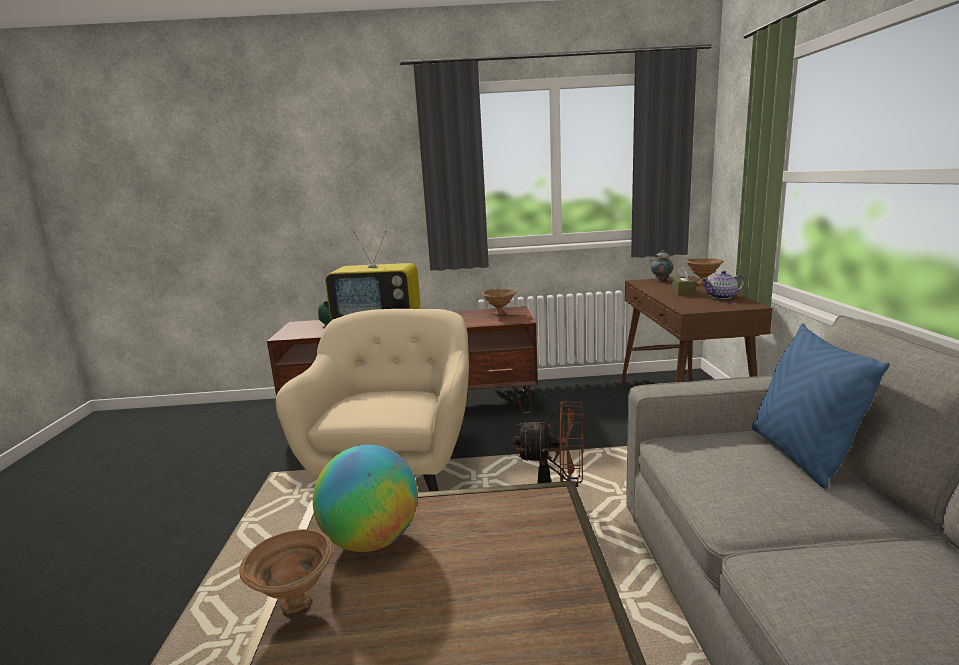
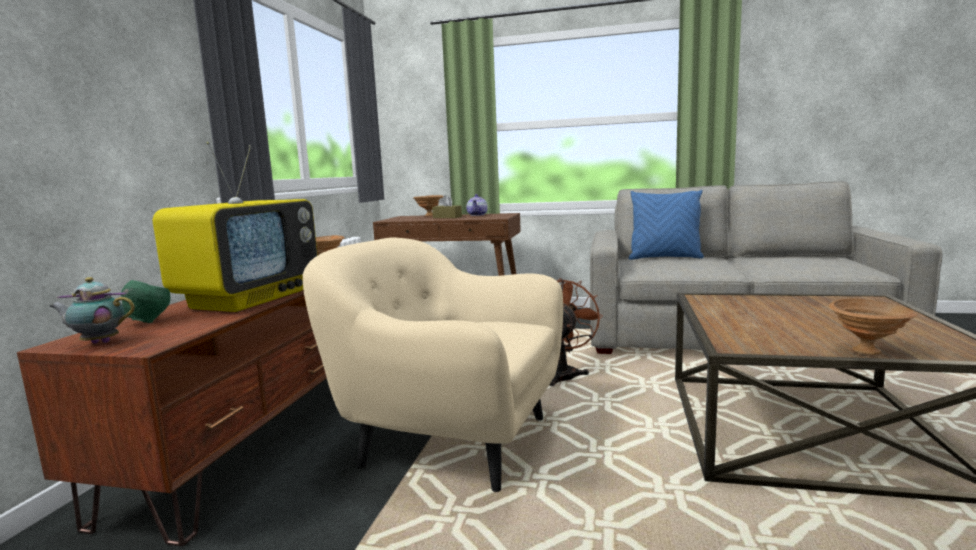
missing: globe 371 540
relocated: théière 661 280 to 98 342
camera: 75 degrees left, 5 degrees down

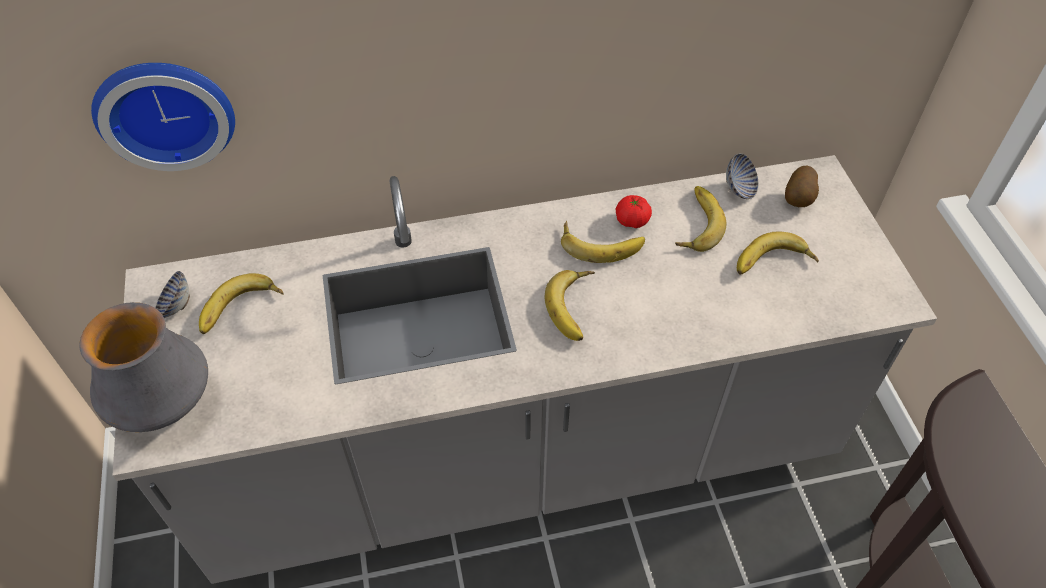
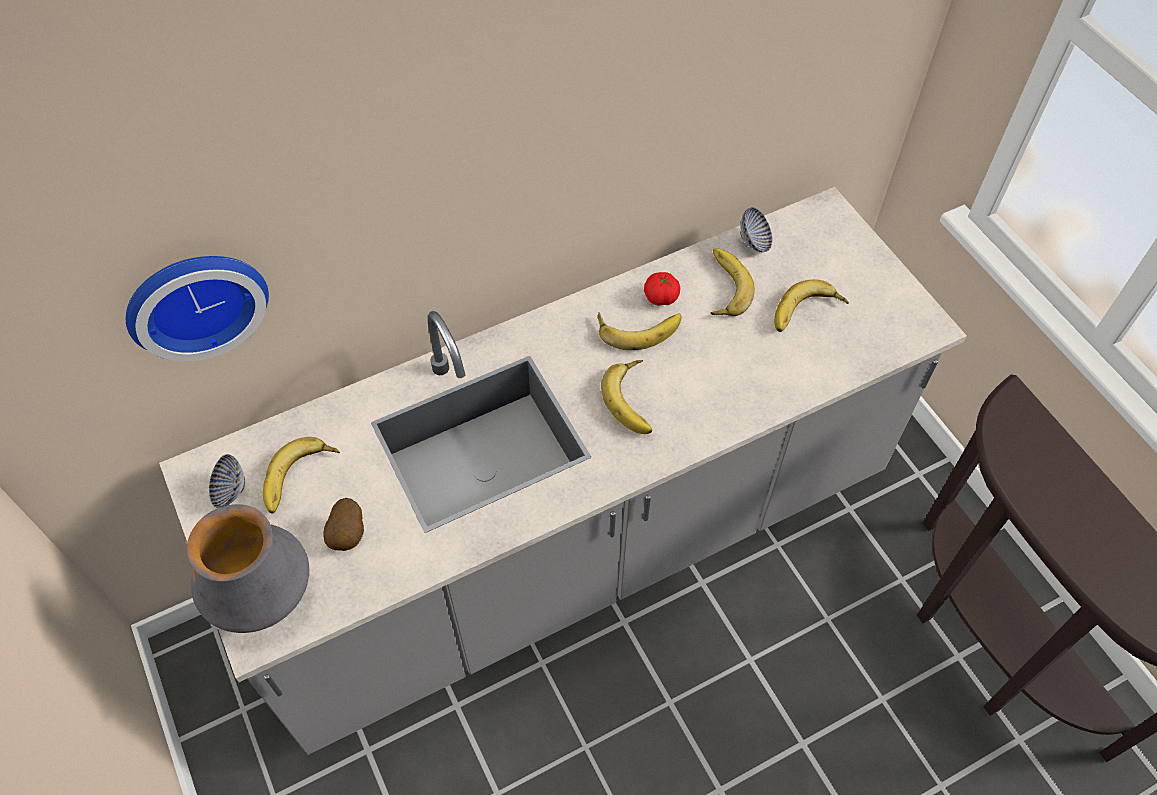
relocated: pomme de terre 798 200 to 349 535
camera: 15 degrees left, 5 degrees up

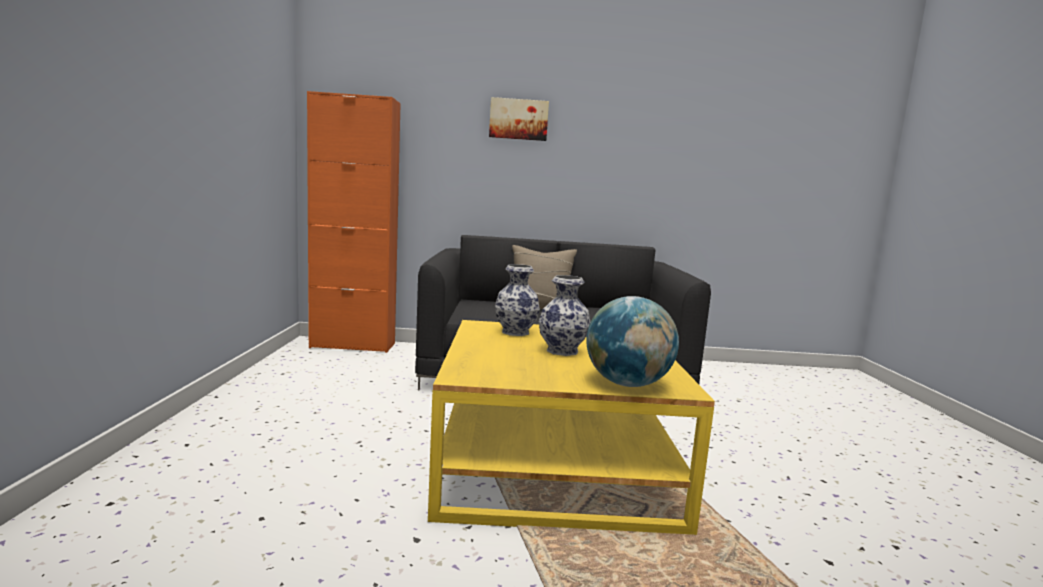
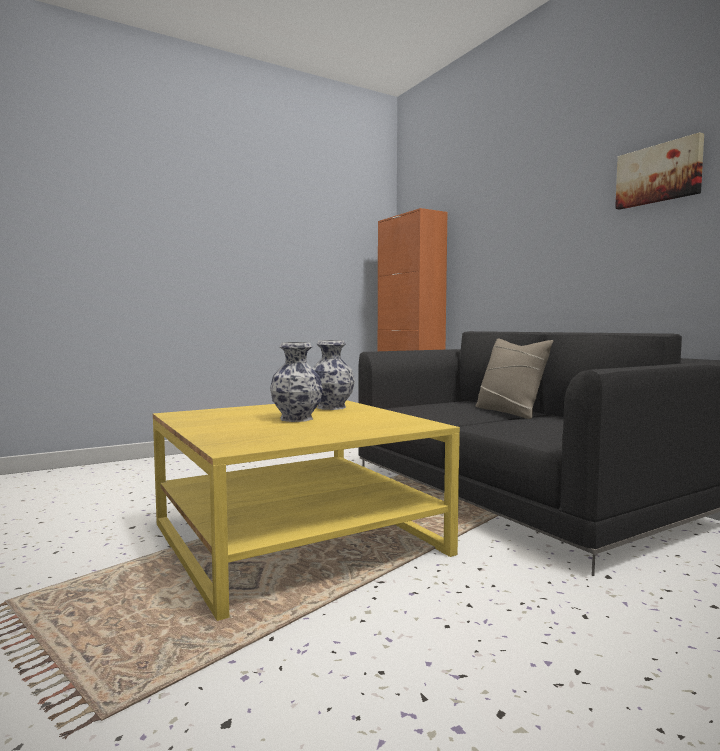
missing: globe 627 384
relocated: tableau 518 119 to 659 174
camera: 60 degrees right, 5 degrees down

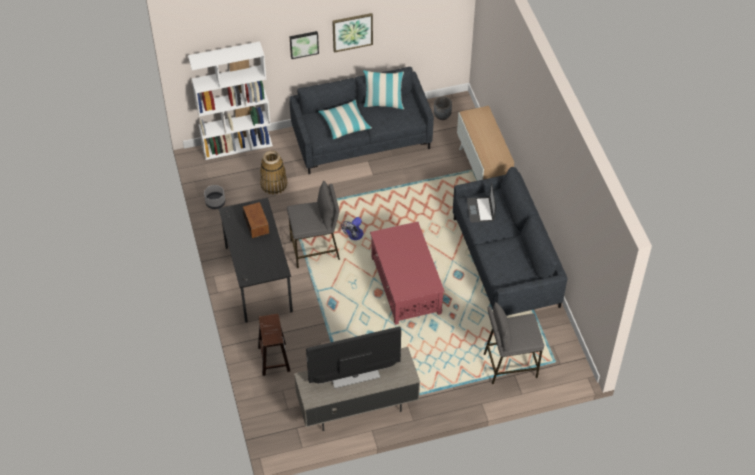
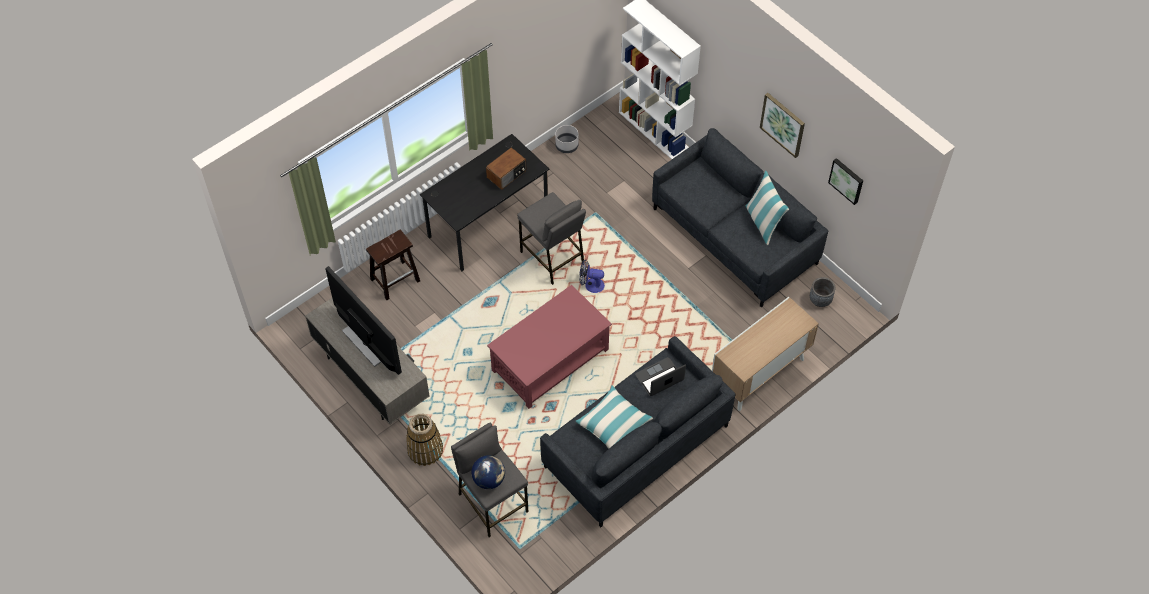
appeared: globe 489 479
relocated: panier 274 184 to 425 450; coussin 345 124 to 613 424; tableau 303 44 to 847 180
camera: 65 degrees right, 5 degrees up

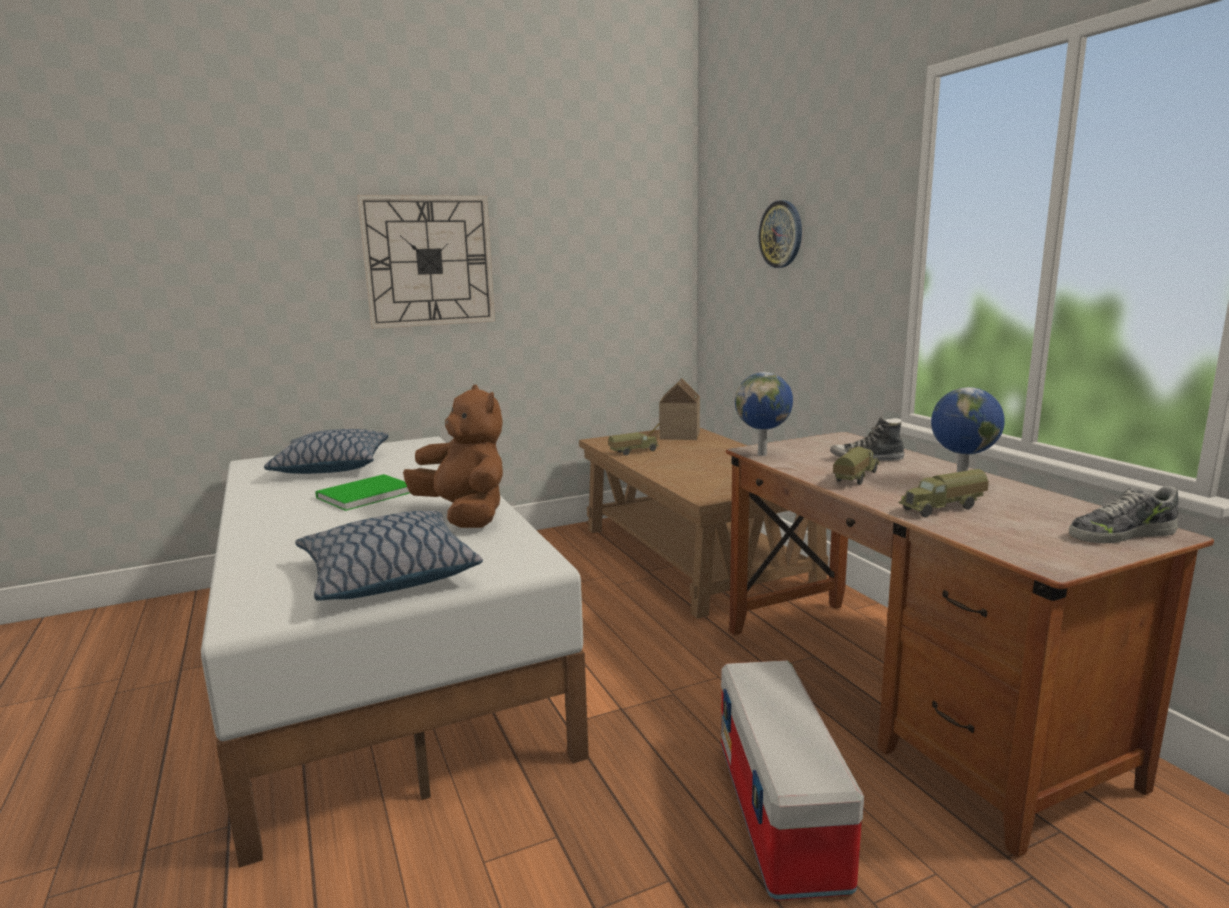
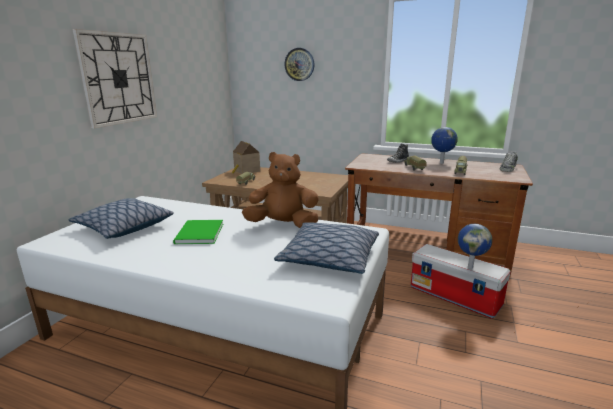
relocated: globe 763 454 to 470 266
camera: 45 degrees left, 5 degrees up

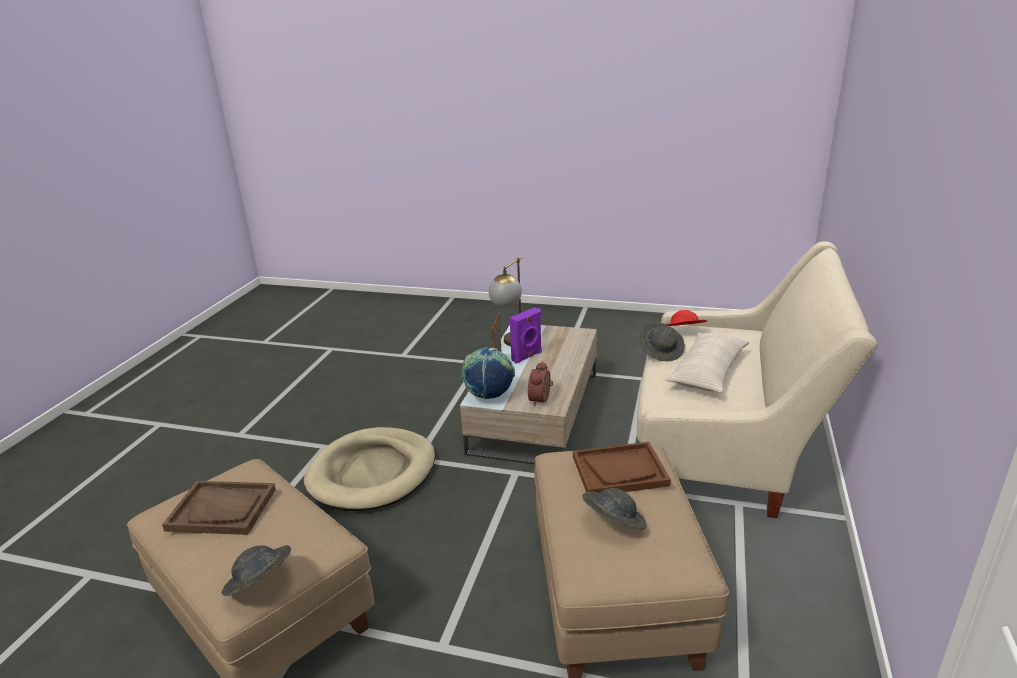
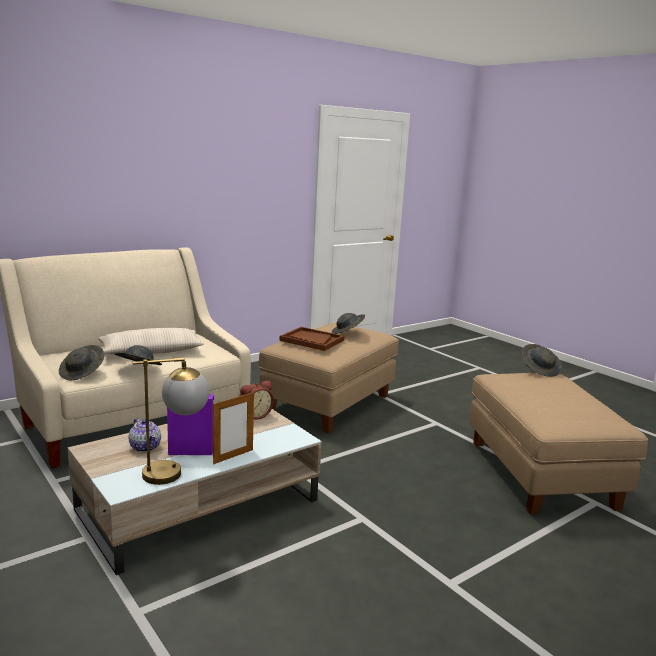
missing: plateau (marron) 222 509; panier pour chien (beige) 372 473; globe 489 396
appeared: théière 145 447
colour: chapeau (rouge) 683 333 to chapeau (gris) 82 373
camera: 145 degrees left, 10 degrees down

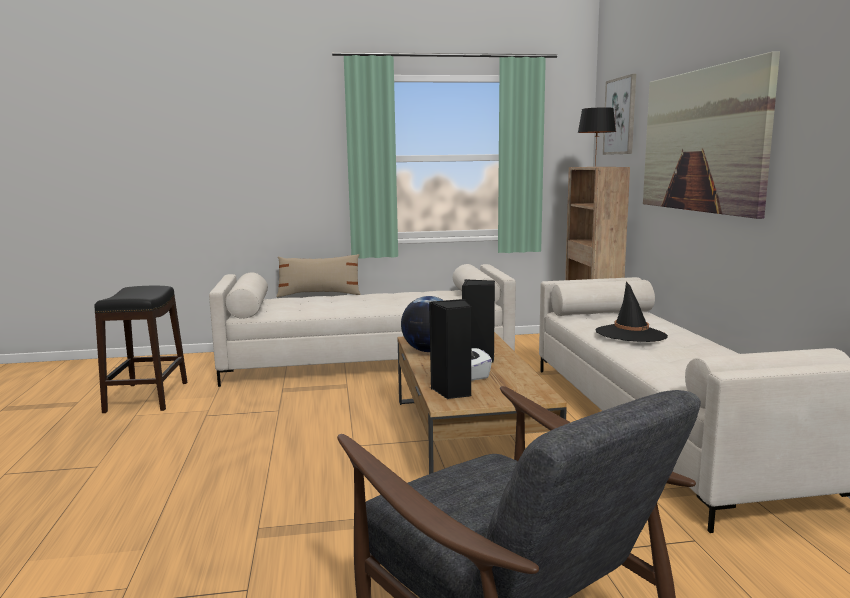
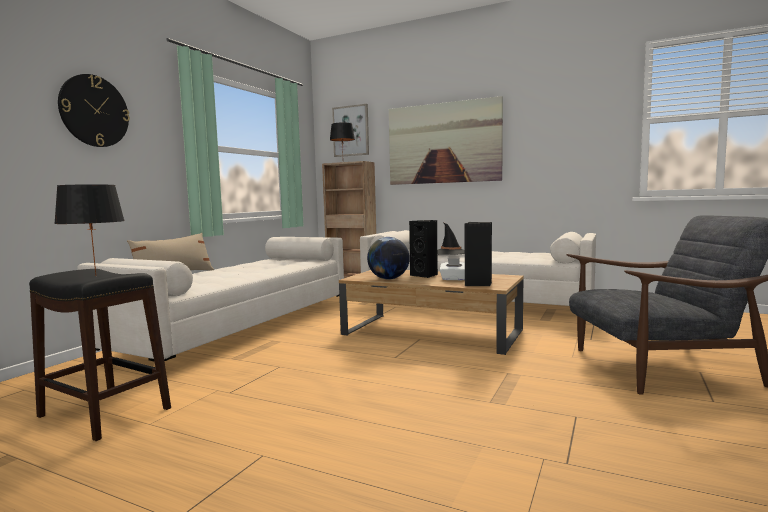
appeared: lampe de table (noir) 95 276; horloge murale 94 111
camera: 55 degrees left, 5 degrees down

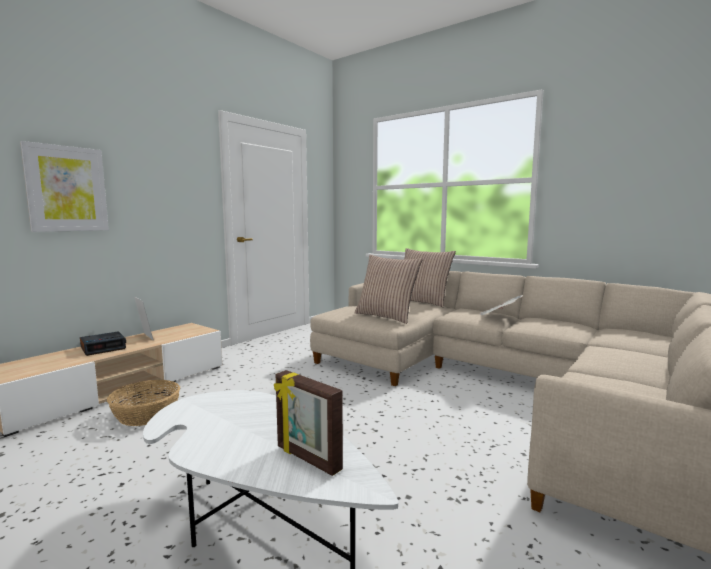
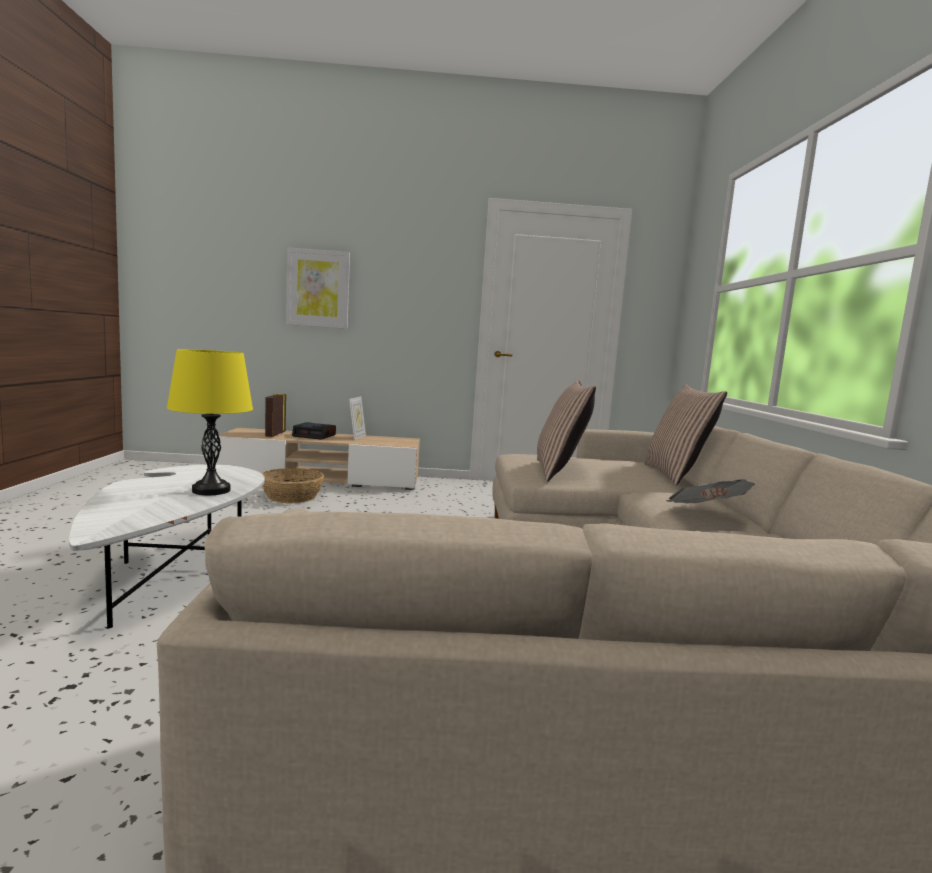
appeared: lampe de table (jaune) 211 490
relocated: cadre photo 307 459 to 275 434
camera: 50 degrees right, 0 degrees up

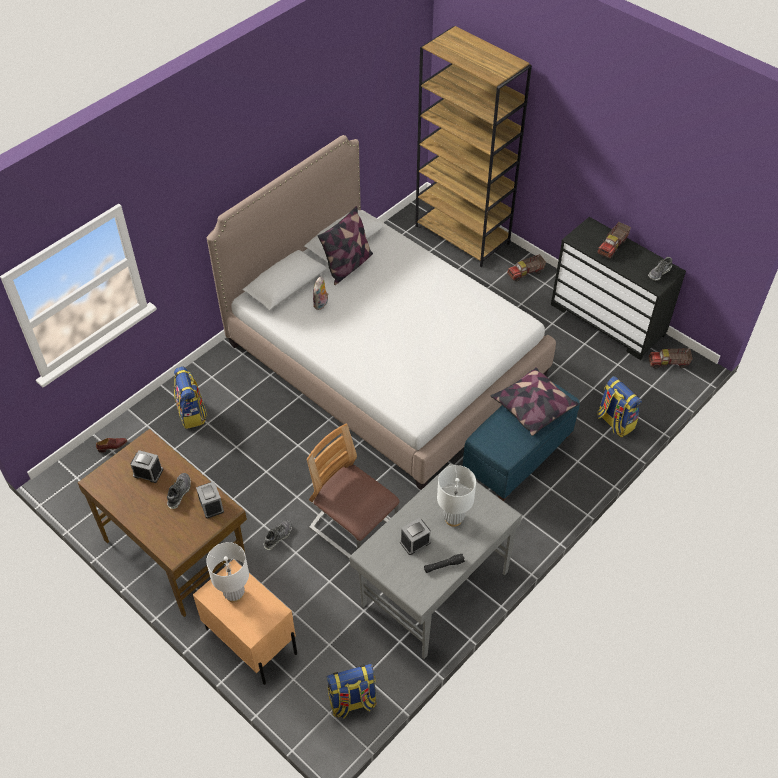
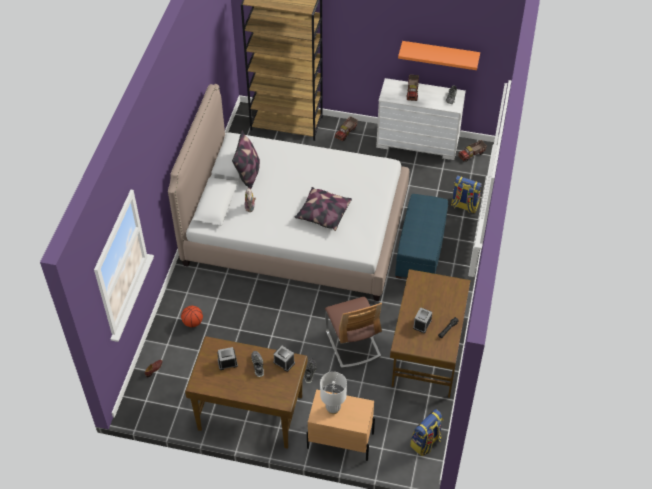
missing: lampe de table (blanc) 453 519
appeared: étagère (orange) 440 54
relocated: coussin 532 407 to 323 214
exchanged: sac à dos 192 413 to ballon de basket 192 322
colour: commode (noir) 608 319 to commode (blanc) 418 142; bureau (gris) 433 588 to bureau (marron) 426 355
spun: chaise 353 527 = 353 343 120 degrees counterclockwise
camera: 30 degrees left, 0 degrees up

